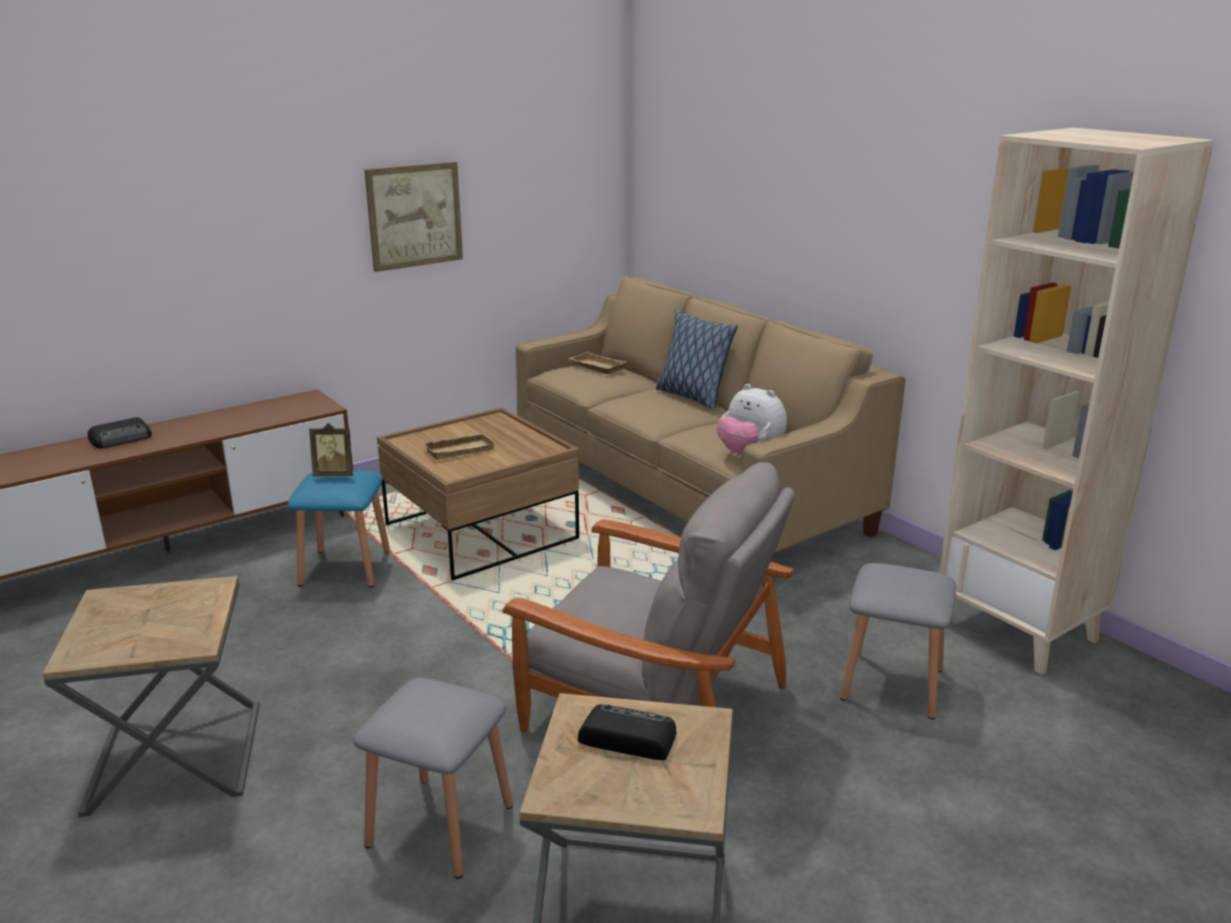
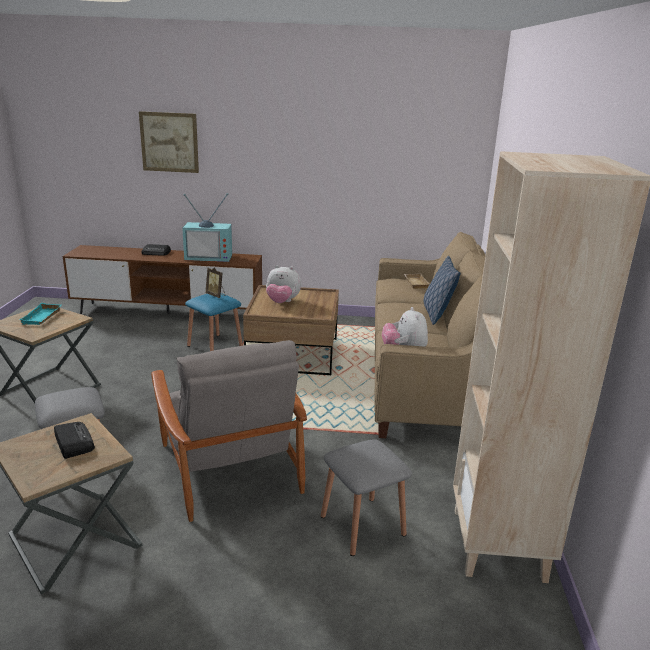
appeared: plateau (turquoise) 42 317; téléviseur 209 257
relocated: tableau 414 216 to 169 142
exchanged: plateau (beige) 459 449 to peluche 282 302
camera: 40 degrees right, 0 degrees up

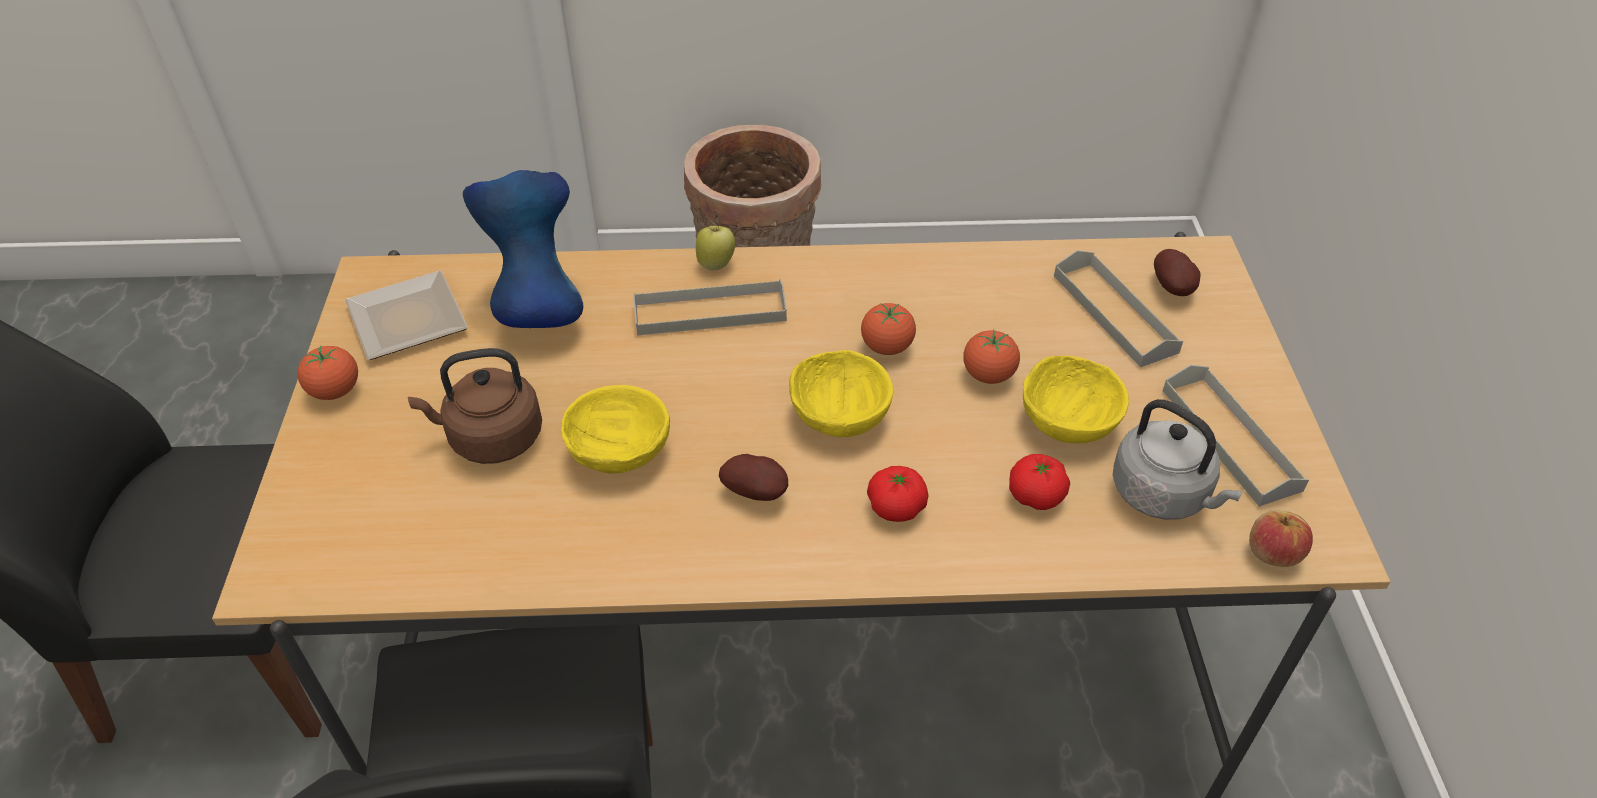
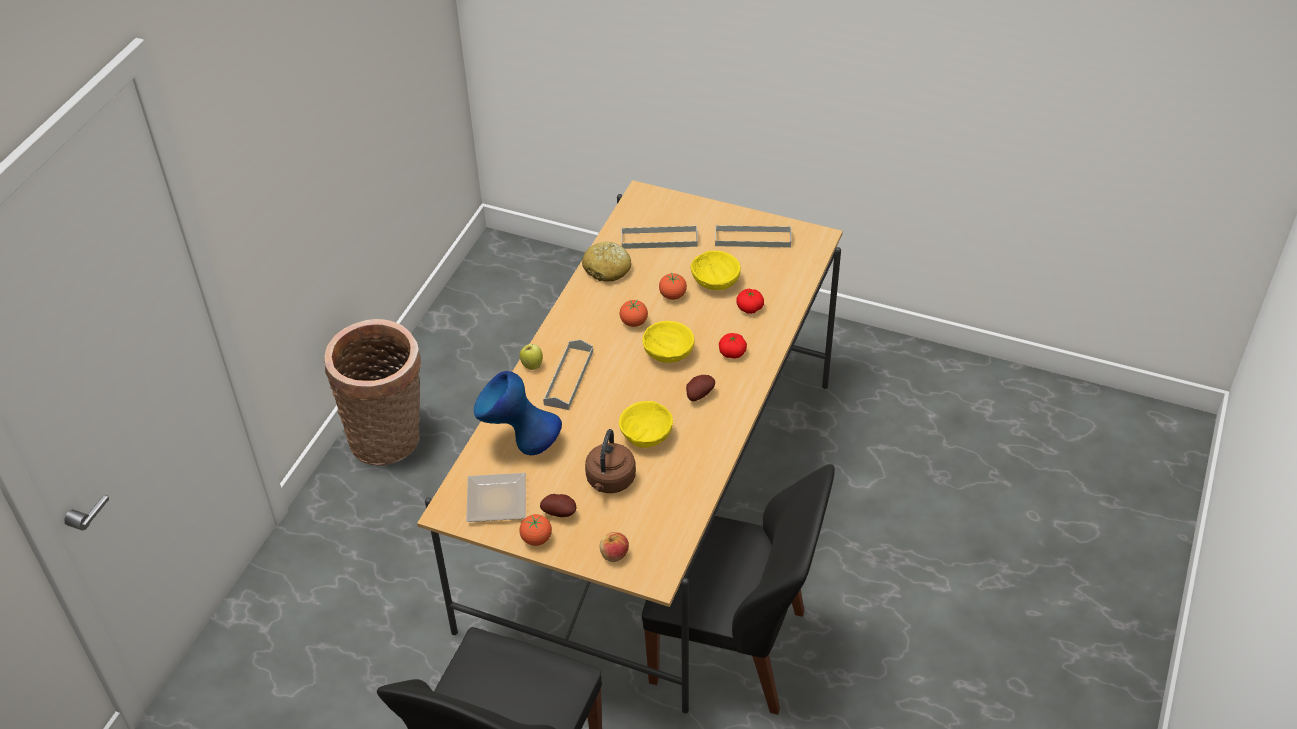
missing: bouilloire (gris) 1164 494
appeared: pain 607 269
relocated: pomme de terre 1173 289 to 560 512; pomme 1272 553 to 614 554
camera: 65 degrees left, 0 degrees up

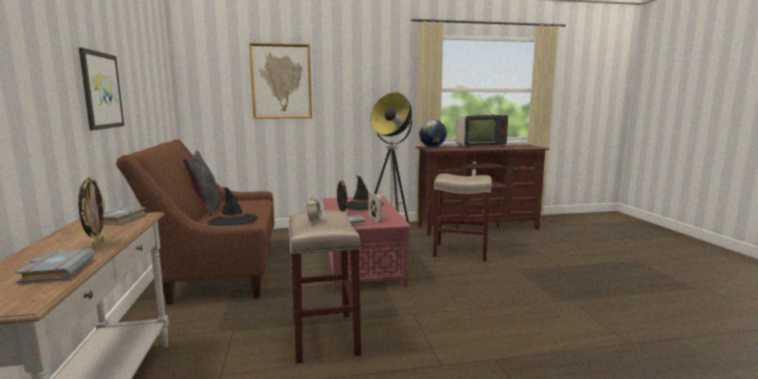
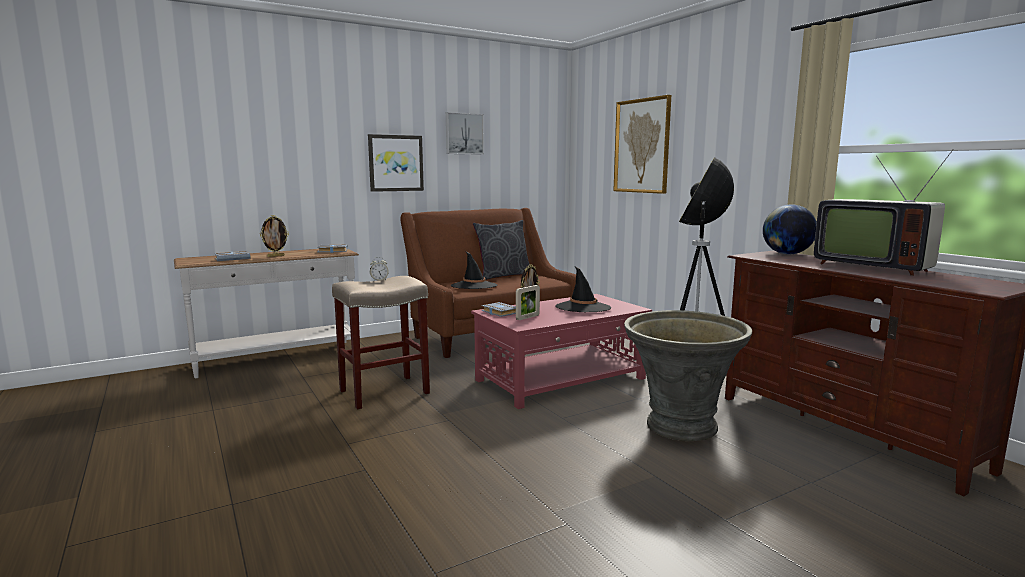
appeared: tableau 464 134
exchanged: tabouret (beige) 459 252 to cache-pot (gris) 679 426
camera: 70 degrees right, 0 degrees up

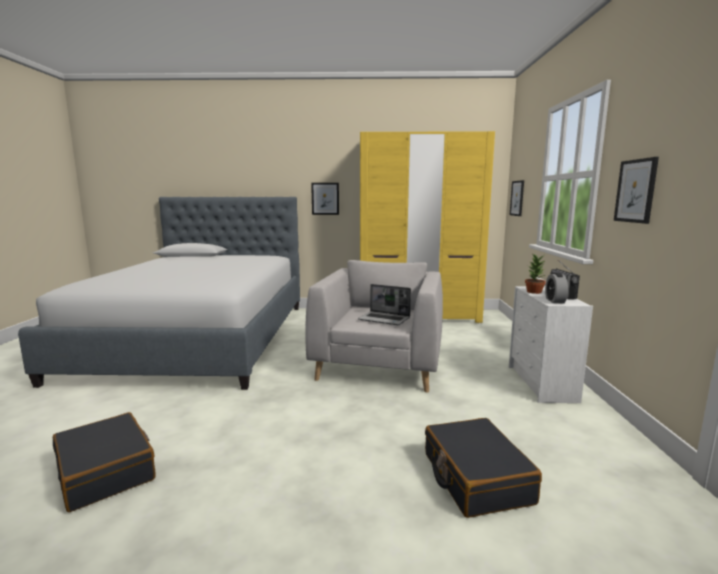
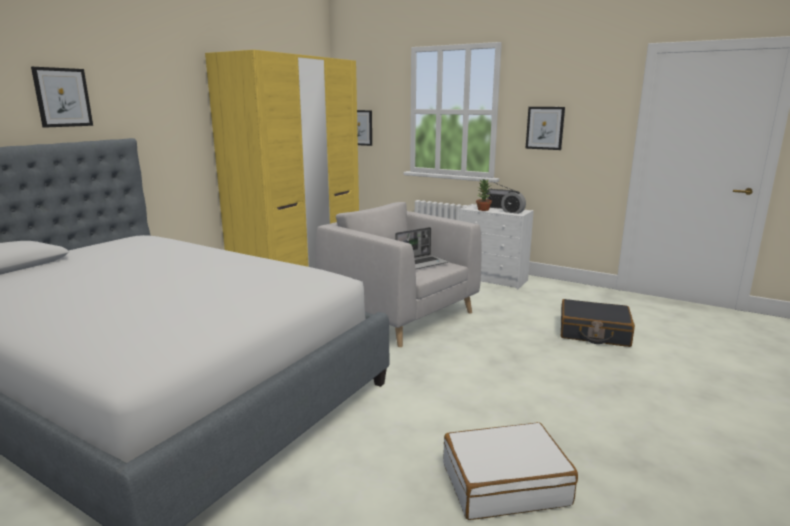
relocated: tableau 325 198 to 62 97
colour: valise (noir) 106 471 to valise (blanc) 504 483
camera: 60 degrees left, 5 degrees up

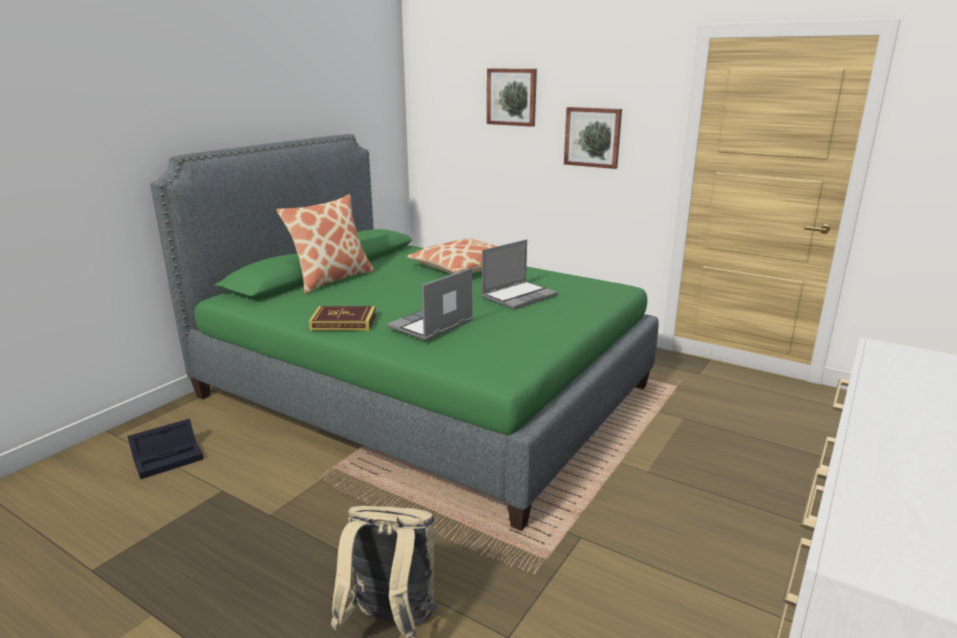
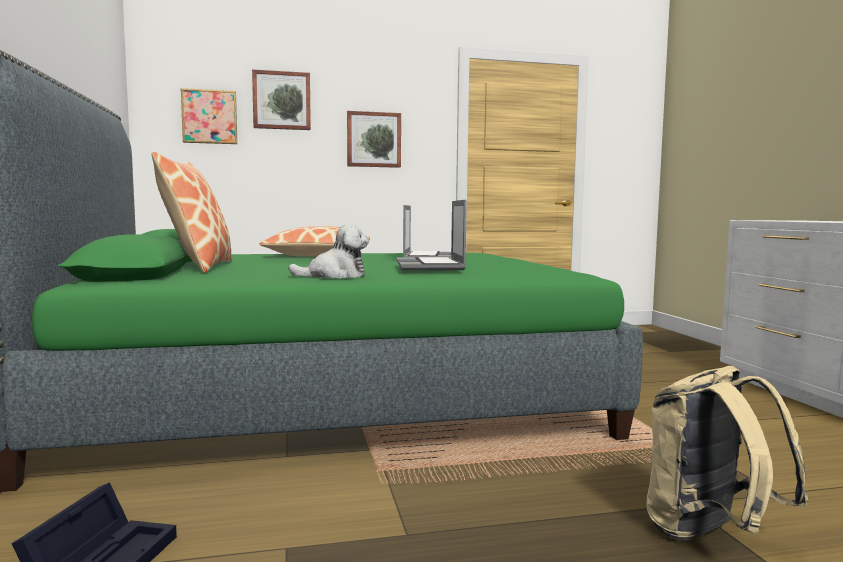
appeared: tableau 210 117
exchanged: livre 343 322 to peluche 335 276
camera: 45 degrees left, 15 degrees down

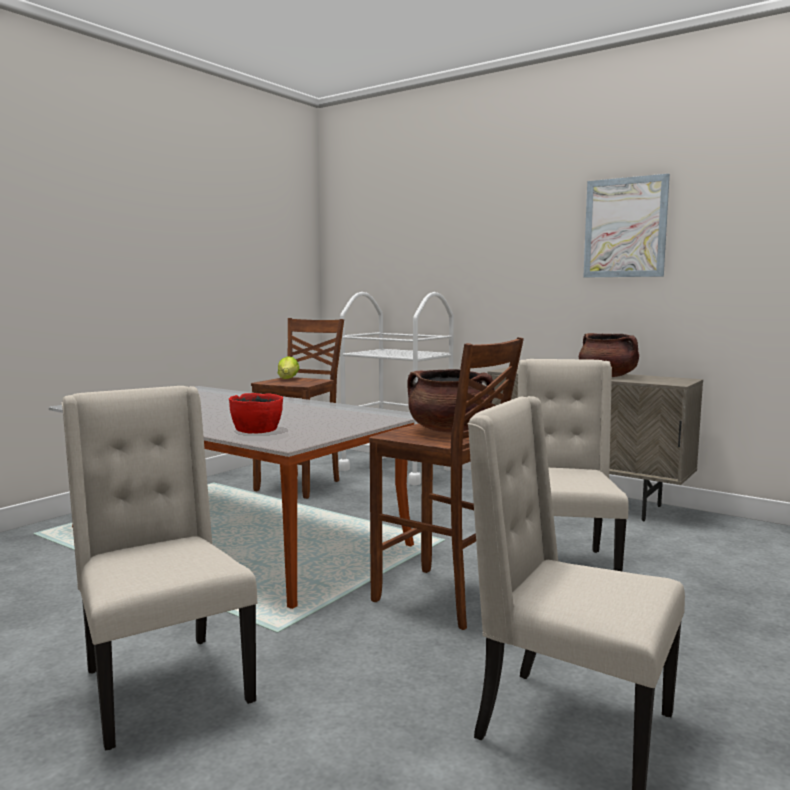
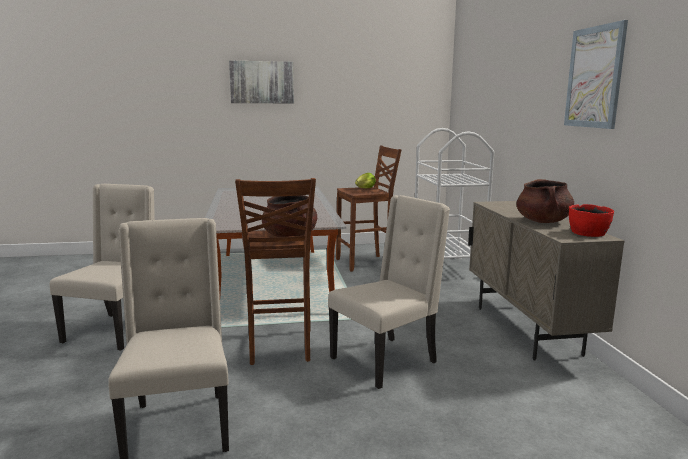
appeared: tableau 262 82
relocated: bol (rouge) 257 429 to 588 233
camera: 45 degrees right, 5 degrees up

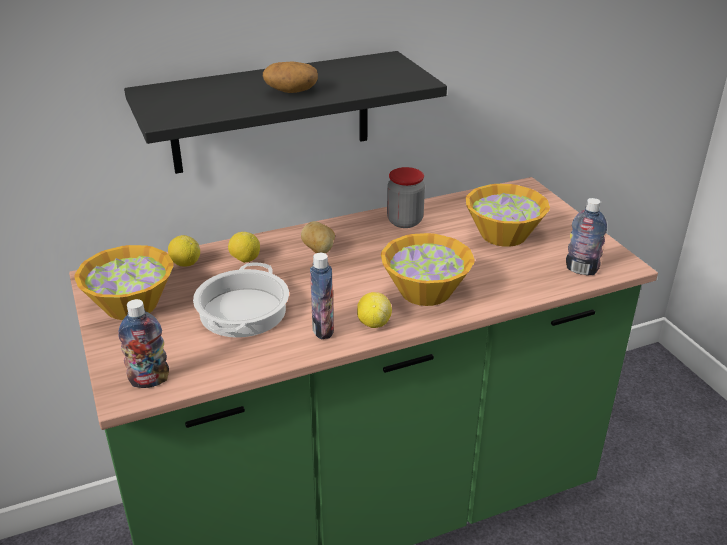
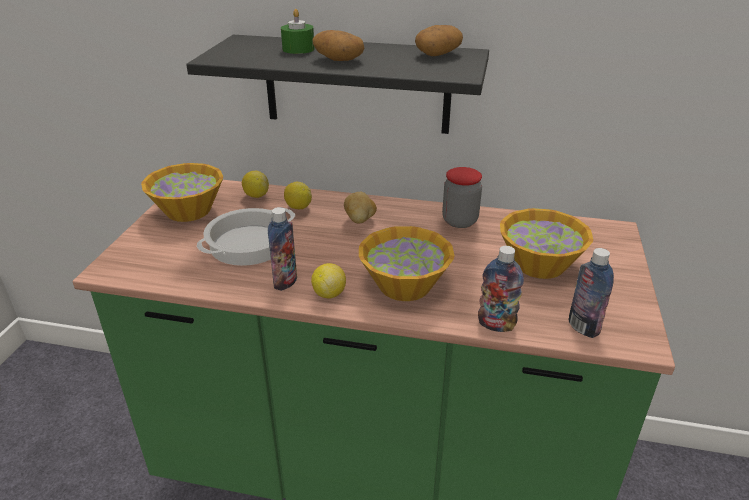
appeared: bougie (vert) 298 49; pomme de terre 438 54
relocated: bouteille 149 380 to 496 324
camera: 35 degrees right, 0 degrees up

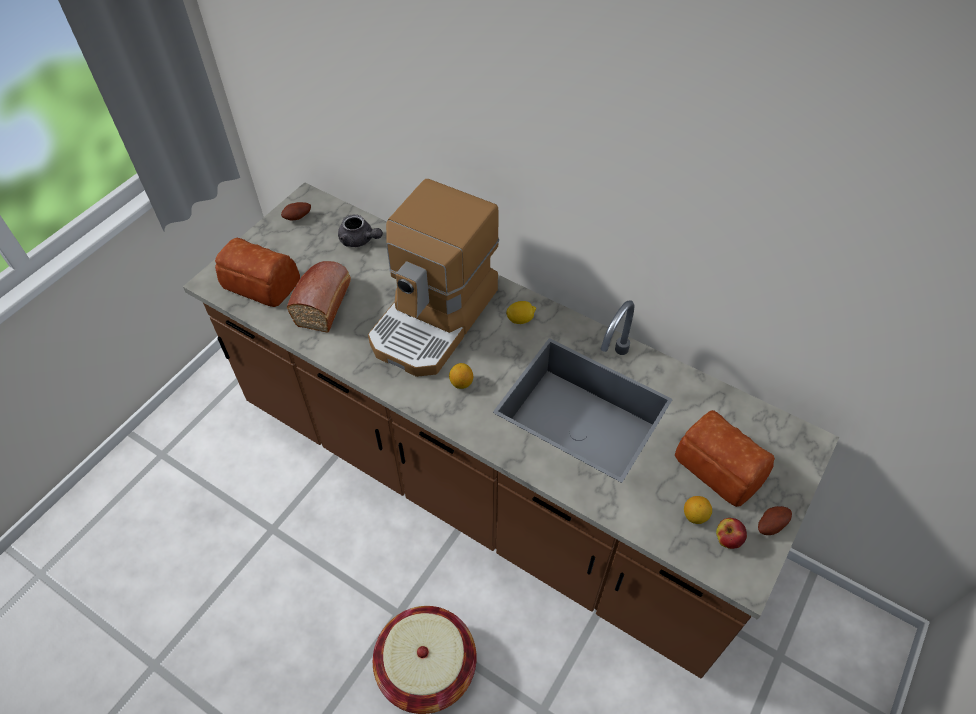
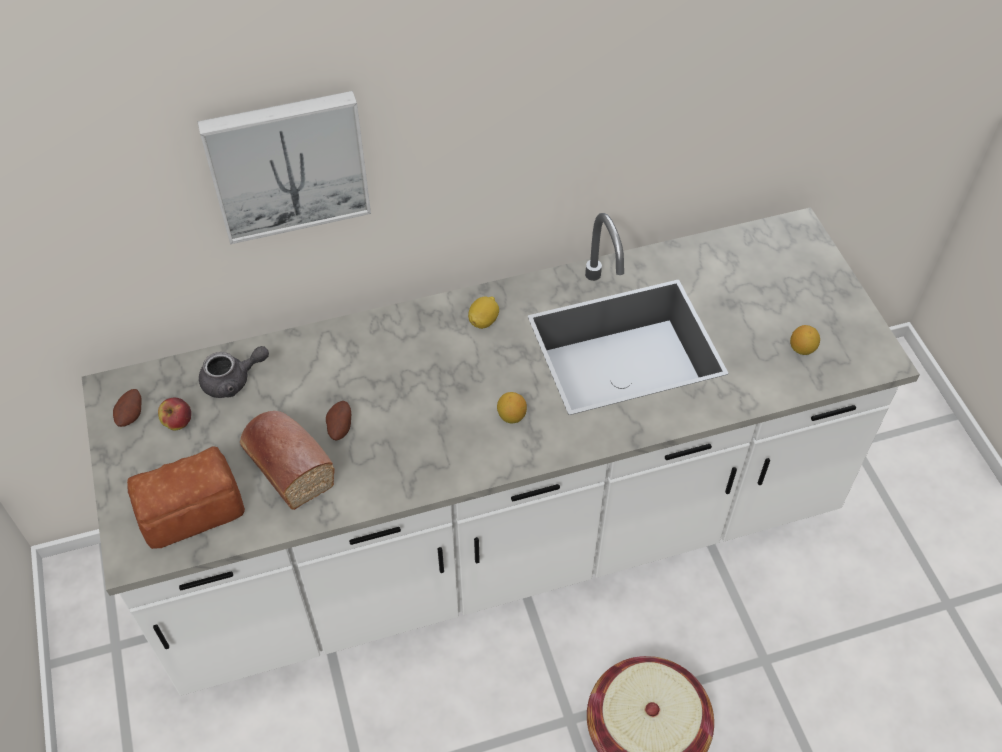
missing: machine à café 435 319; pain 720 468
appeared: tableau 287 164
relocated: pomme 727 539 to 178 422; pomme de terre 770 524 to 339 427
colour: comptoir de cuisine (marron) 488 482 to comptoir de cuisine (blanc) 501 536
camera: 50 degrees left, 0 degrees up

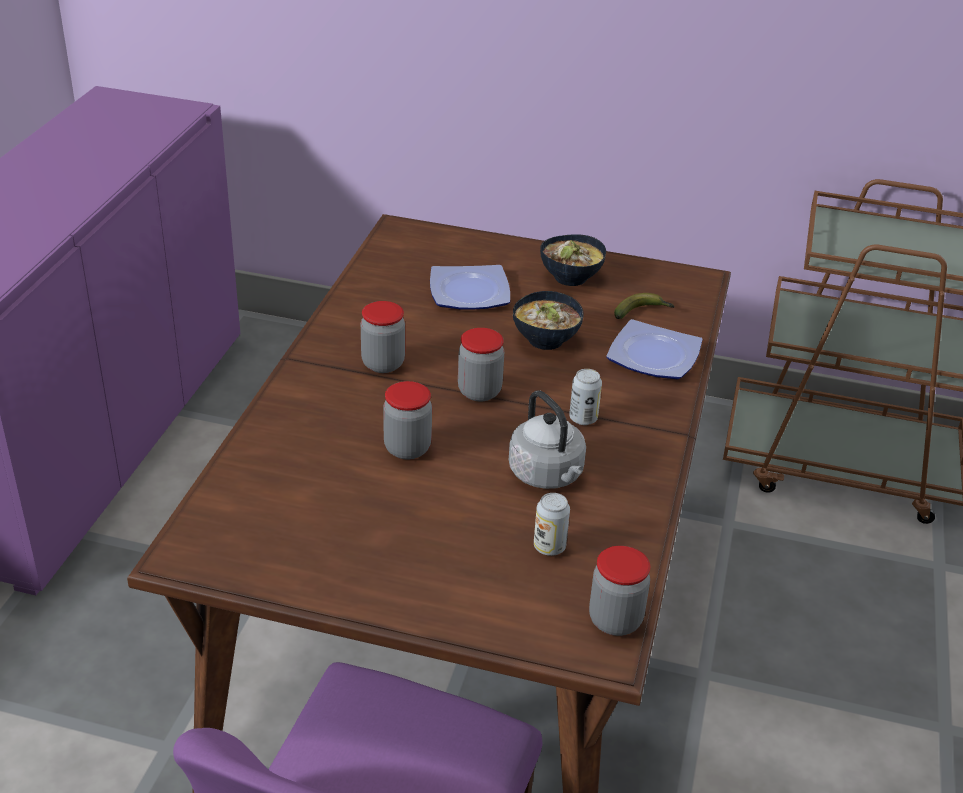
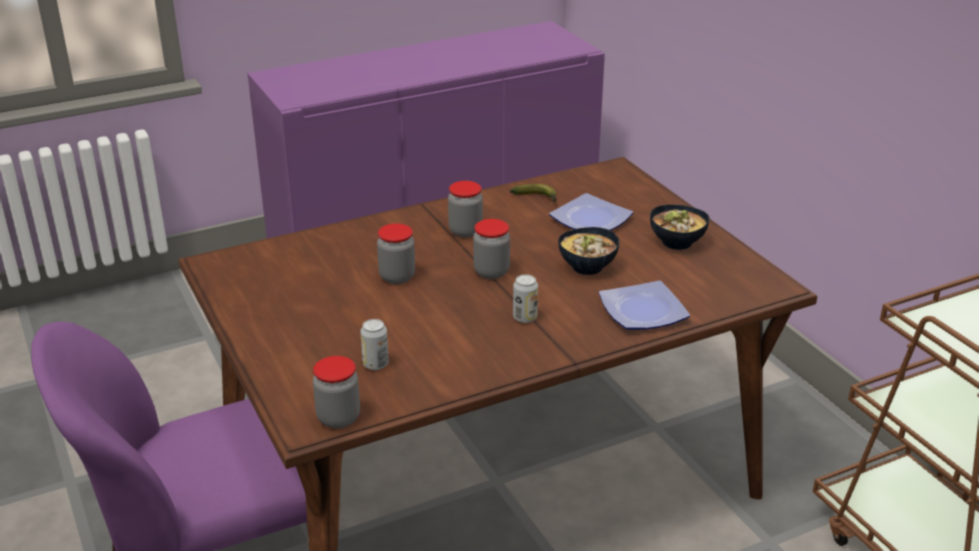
missing: bouilloire (gris) 548 475
relocated: banane 642 312 to 537 198
camera: 50 degrees right, 5 degrees down

